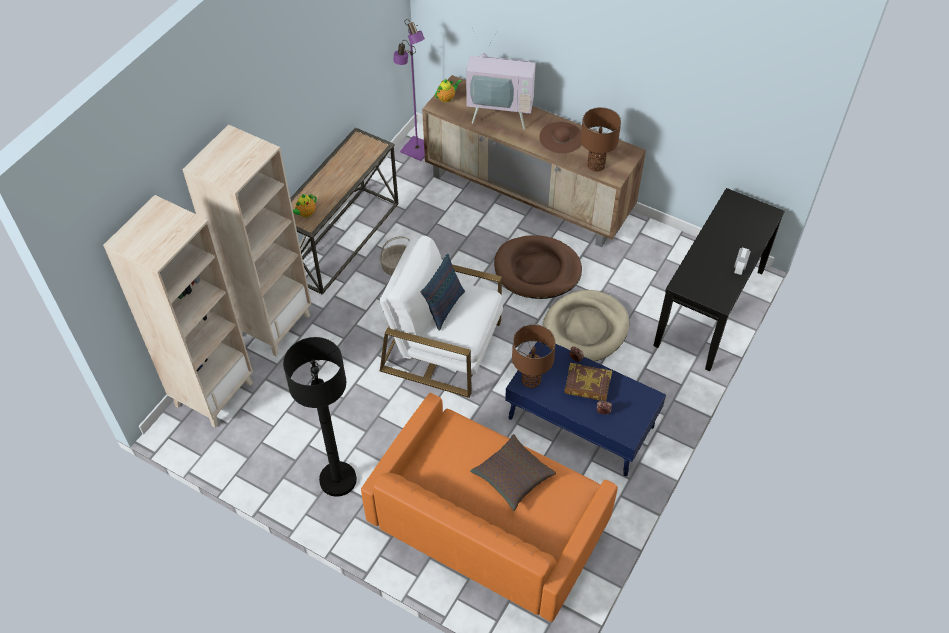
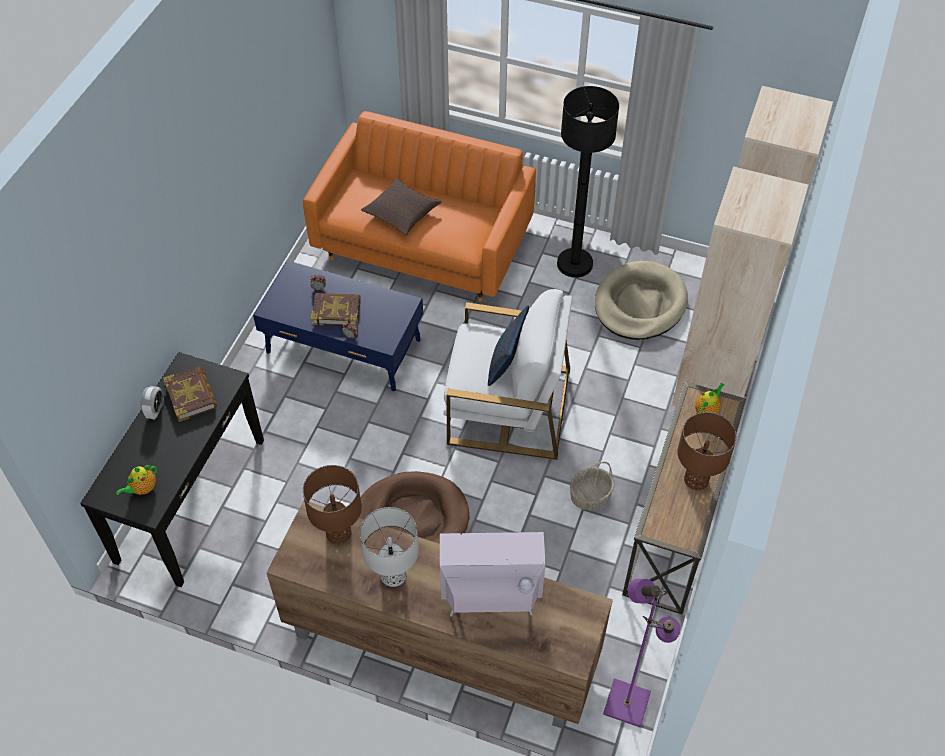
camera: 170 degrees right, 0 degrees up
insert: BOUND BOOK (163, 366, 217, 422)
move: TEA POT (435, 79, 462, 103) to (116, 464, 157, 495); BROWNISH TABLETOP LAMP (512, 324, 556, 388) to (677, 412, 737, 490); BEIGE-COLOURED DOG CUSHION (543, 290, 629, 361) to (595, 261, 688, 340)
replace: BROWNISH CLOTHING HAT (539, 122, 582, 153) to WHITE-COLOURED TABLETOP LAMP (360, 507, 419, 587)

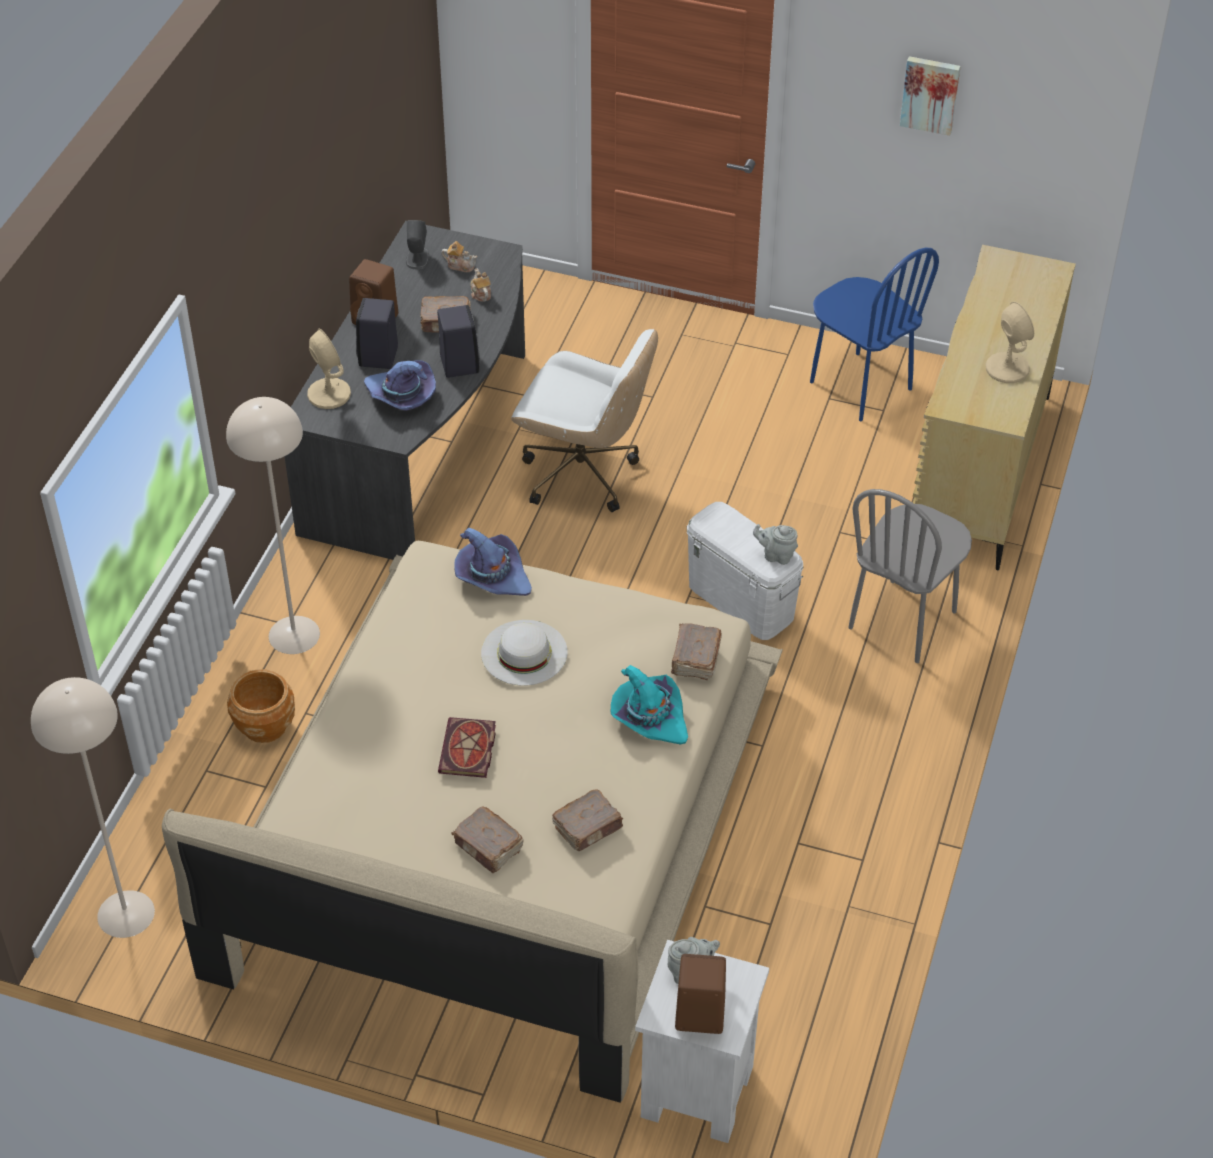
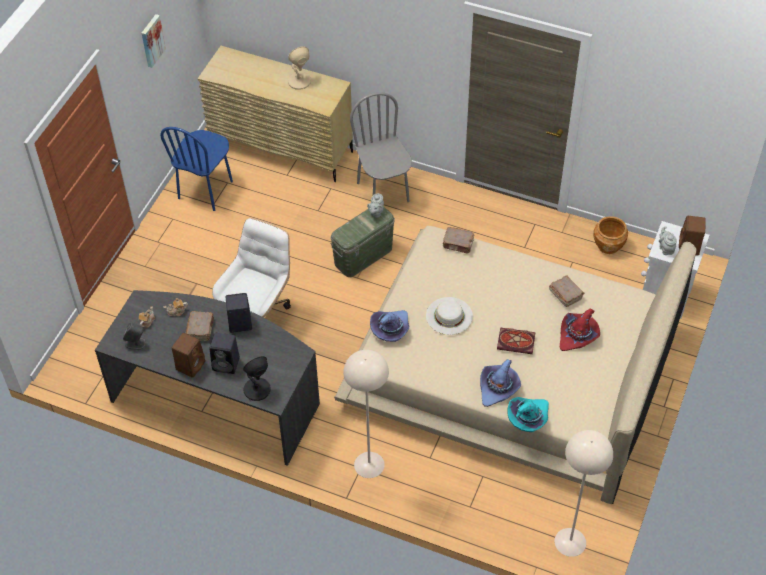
camera: 85 degrees left, 5 degrees up
move: BROWNISH FLOWER POT (227, 669, 295, 743) to (593, 216, 628, 254); PURPLISH CLOTHING HAT (364, 360, 436, 411) to (480, 359, 521, 407); TURQUOISE-COLOURED CLOTHING HAT (611, 665, 688, 745) to (507, 397, 549, 432)
replace: BROWNISH BOUND BOOK (452, 806, 523, 873) to REDDISH CLOTHING HAT (560, 308, 600, 351)
recolor: BEIGE-COLOURED TABLETOP LAMP (307, 329, 351, 409) to BLACK-COLOURED TABLETOP LAMP (243, 356, 271, 401); WHITE-COLOURED STORAGE BOX (687, 502, 803, 640) to GREEN-COLOURED STORAGE BOX (330, 207, 395, 277)
rotate: BLUE-COLOURED UPRIGHT CHAIR (810, 247, 939, 421) = (160, 127, 233, 211) 150 degrees clockwise; GREYISH UPRIGHT CHAIR (848, 489, 972, 663) = (350, 92, 412, 202) 150 degrees counterclockwise

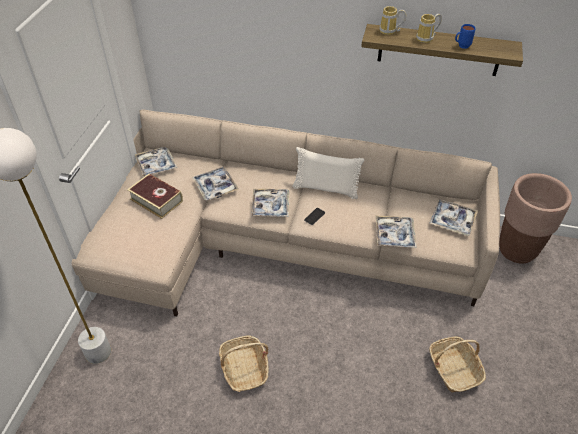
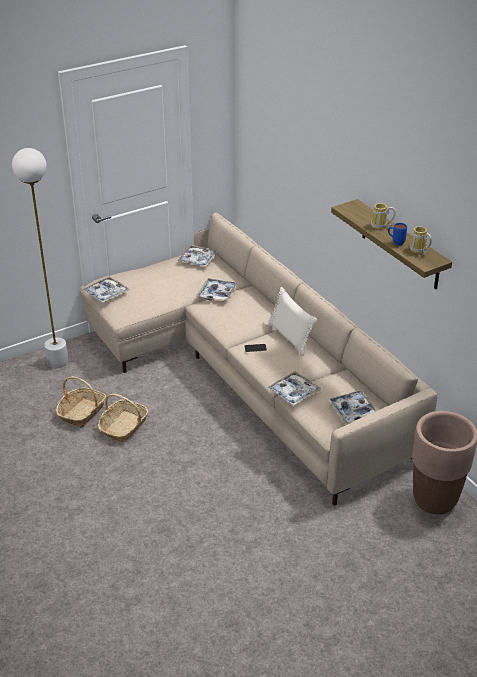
camera: 45 degrees right, 10 degrees down
delete: BOUND BOOK (127, 174, 183, 219)
move: SERVING TRAY (251, 189, 289, 217) to (83, 276, 129, 303); MUG (379, 6, 406, 35) to (410, 226, 432, 253); HOUSEHOLD BASKET (429, 336, 486, 392) to (56, 376, 106, 427)

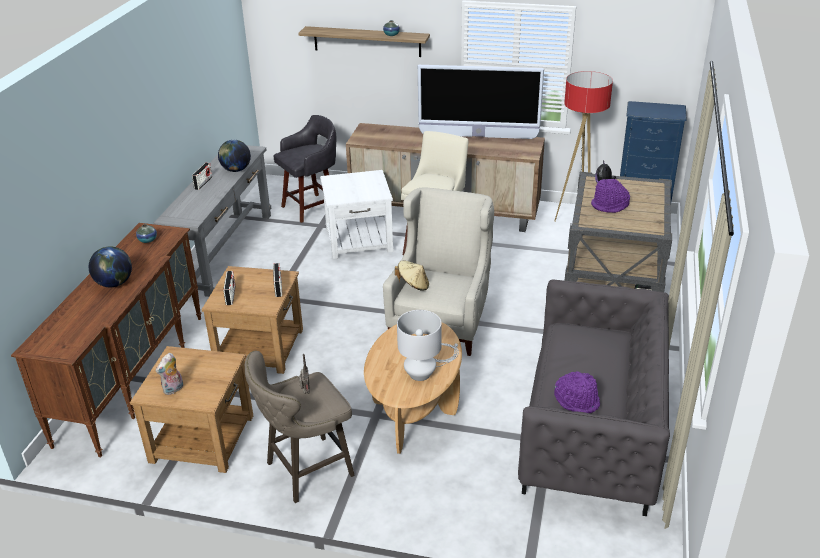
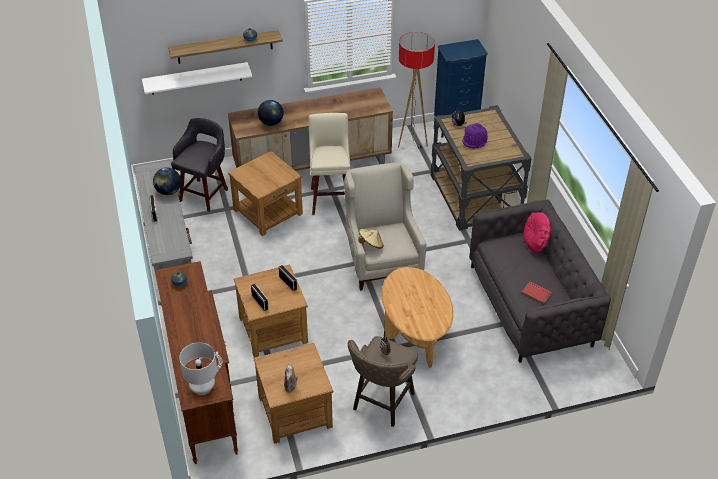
camera: 30 degrees left, 10 degrees up
delete: TV SET (418, 65, 544, 139)
insert: WHITE-COLOURED WALL SHELF (142, 62, 252, 95); PINK-COLOURED CUSHION (523, 212, 551, 253)
move: WORLD GLOBE (89, 246, 132, 287) to (258, 100, 284, 126); GREYISH TABLETOP LAMP (397, 310, 459, 381) to (179, 342, 222, 395)
replace: PURPLISH CLOTHING HAT (554, 371, 600, 413) to REDDISH BOUND BOOK (521, 282, 552, 304)
recolor: WHITE-COLOURED SIDE TABLE (320, 170, 393, 259) to BROWNISH SIDE TABLE (228, 151, 303, 236)

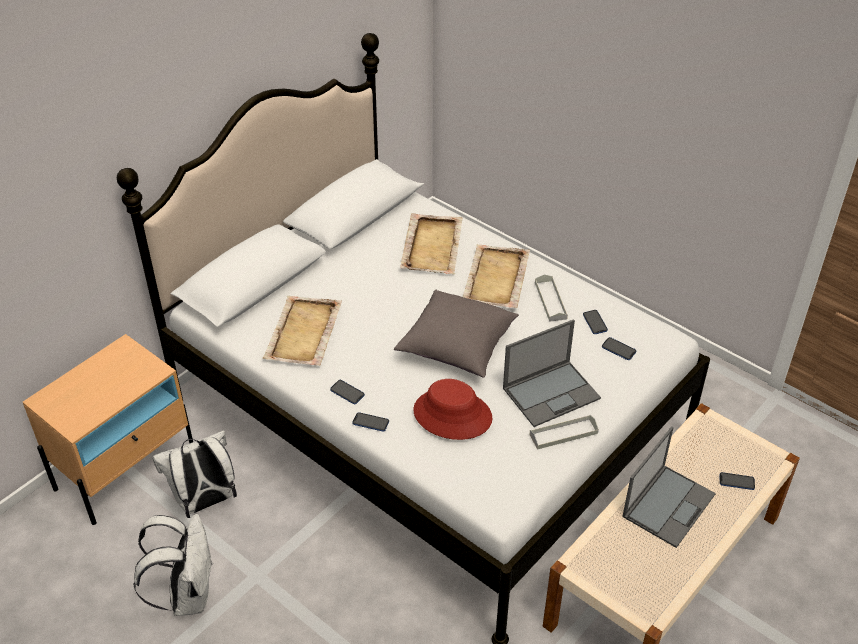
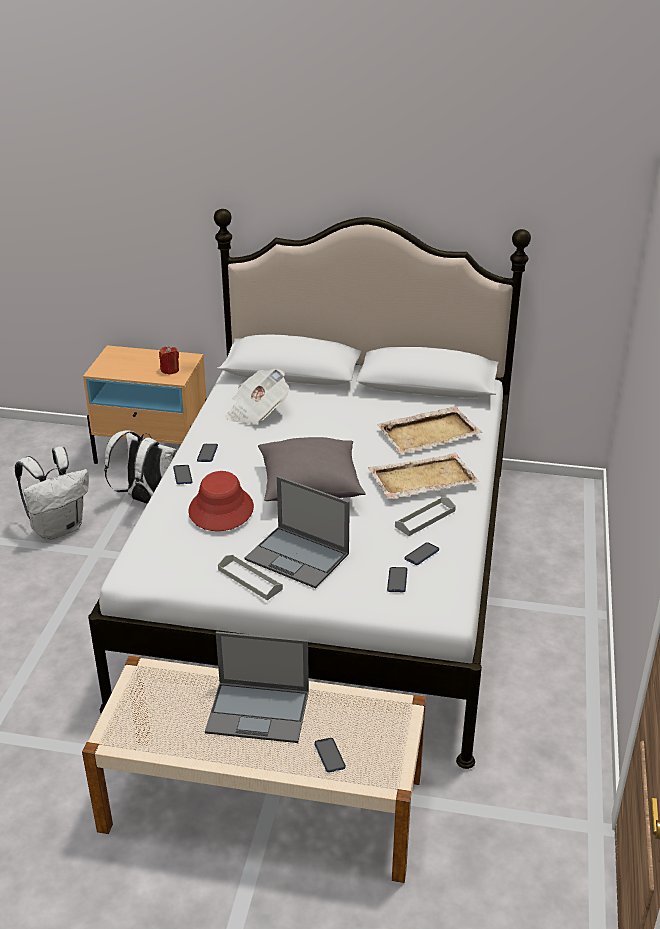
camera: 60 degrees right, 10 degrees down
insert: REDDISH WAX CANDLE (159, 346, 179, 375)
replace: BEIGE-COLOURED SERVING TRAY (263, 296, 342, 366) to DAILY PAPER (226, 369, 289, 425)

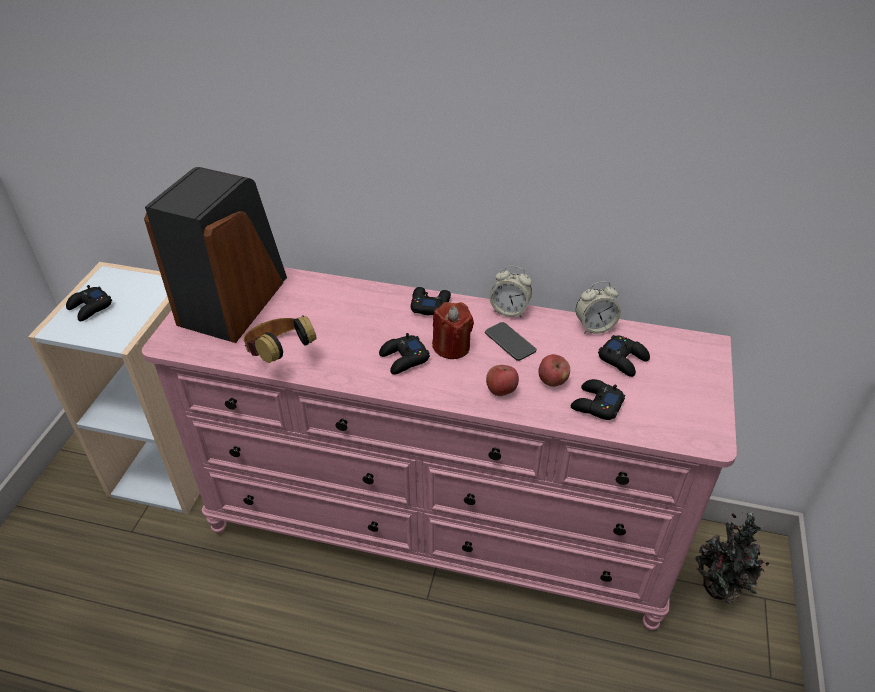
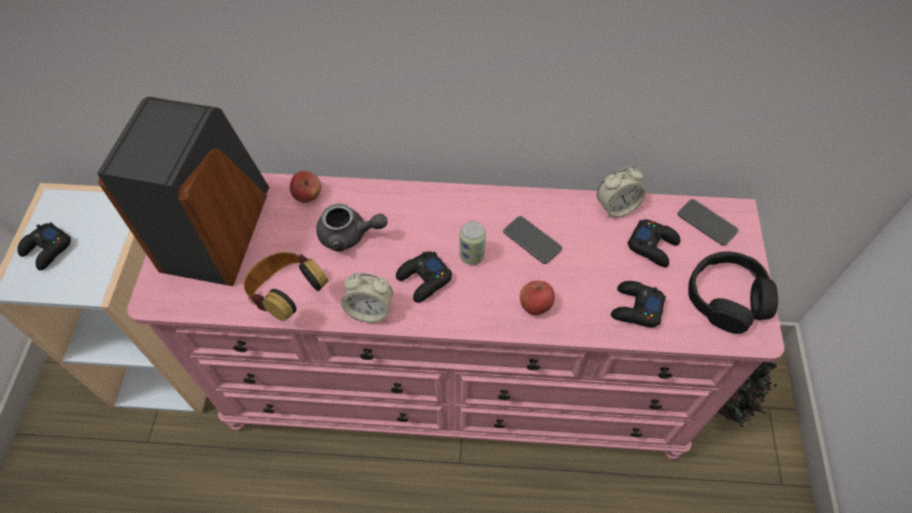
camera: 10 degrees left, 15 degrees up
delete: BLACK-COLOURED JOYPAD (411, 287, 451, 315)
insert: GREYISH TEA POT (316, 203, 388, 252); HANDSET (678, 199, 738, 246); BLACK-COLOURED HEADSET (688, 251, 778, 334)
move: BEDSIDE CLOCK (490, 266, 532, 318) to (341, 273, 393, 323); APPLE (539, 354, 570, 387) to (290, 171, 321, 203)
replace: REDDISH WAX CANDLE (432, 302, 474, 359) to METAL CAN (459, 221, 486, 265)

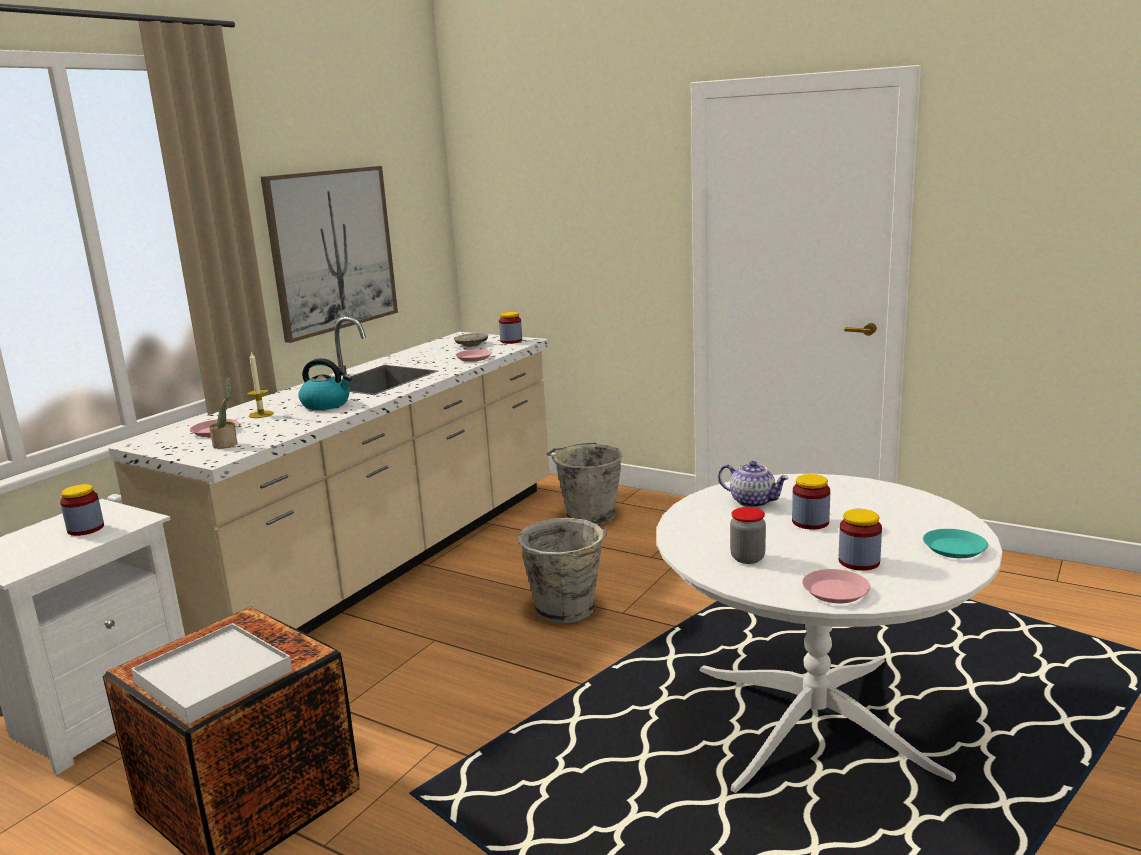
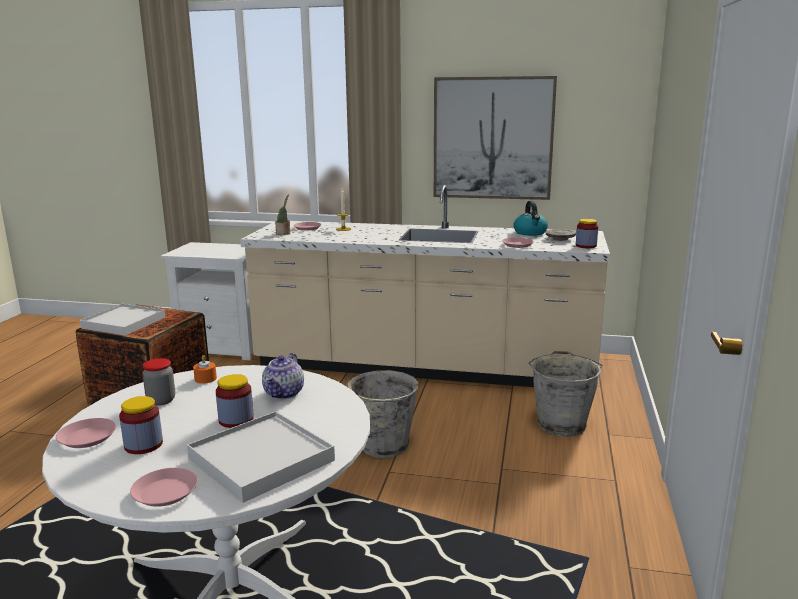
camera: 70 degrees right, 0 degrees up
delete: PRESERVE JAR (60, 484, 104, 536)
insert: WHITE-COLOURED SERVING TRAY (187, 411, 335, 503); ORANGE-COLOURED WAX CANDLE (193, 355, 217, 384)
move: KETTLE (298, 358, 352, 410) to (513, 201, 548, 236)
recolor: TURQUOISE-COLOURED FLAT DISH (923, 529, 988, 558) to PINK-COLOURED FLAT DISH (130, 468, 198, 507)

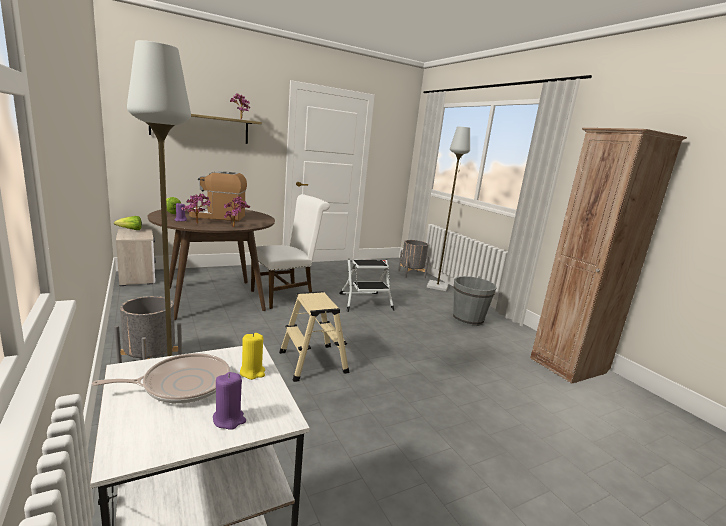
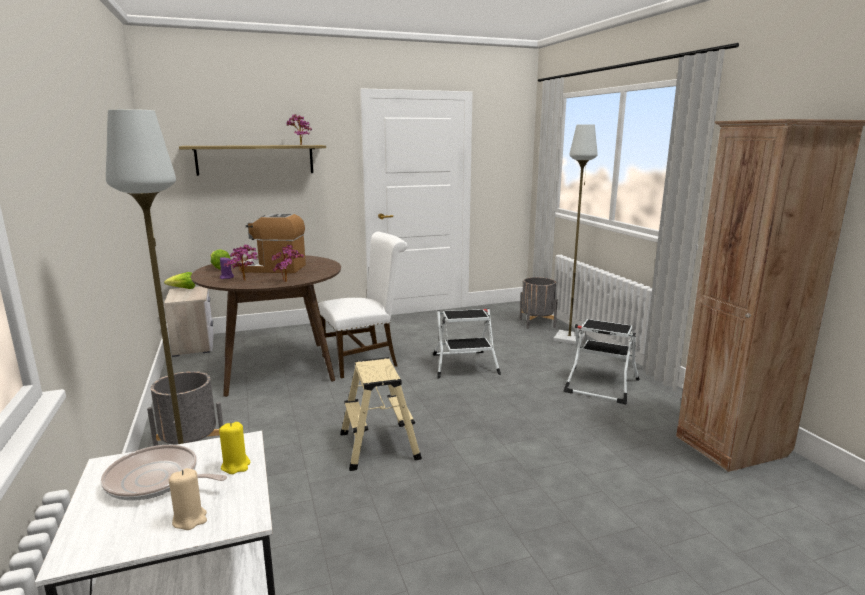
camera: 10 degrees right, 0 degrees up
replace: GREYISH WATER BUCKET (453, 276, 497, 326) to STEP STOOL (563, 319, 640, 404)
recolor: PURPLISH WAX CANDLE (213, 372, 246, 430) to BEIGE-COLOURED WAX CANDLE (169, 468, 207, 530)
rotate: PAN (92, 353, 230, 403) = (101, 445, 227, 501) 150 degrees counterclockwise

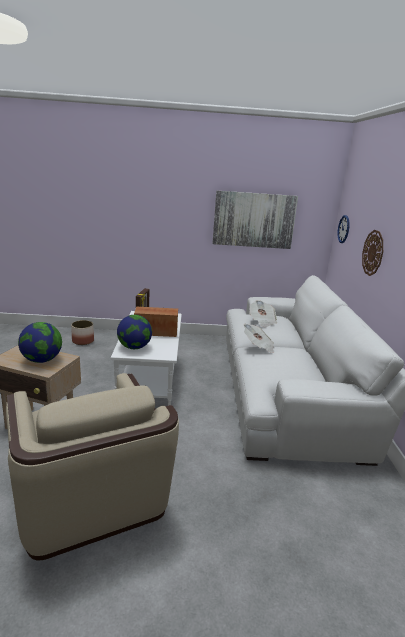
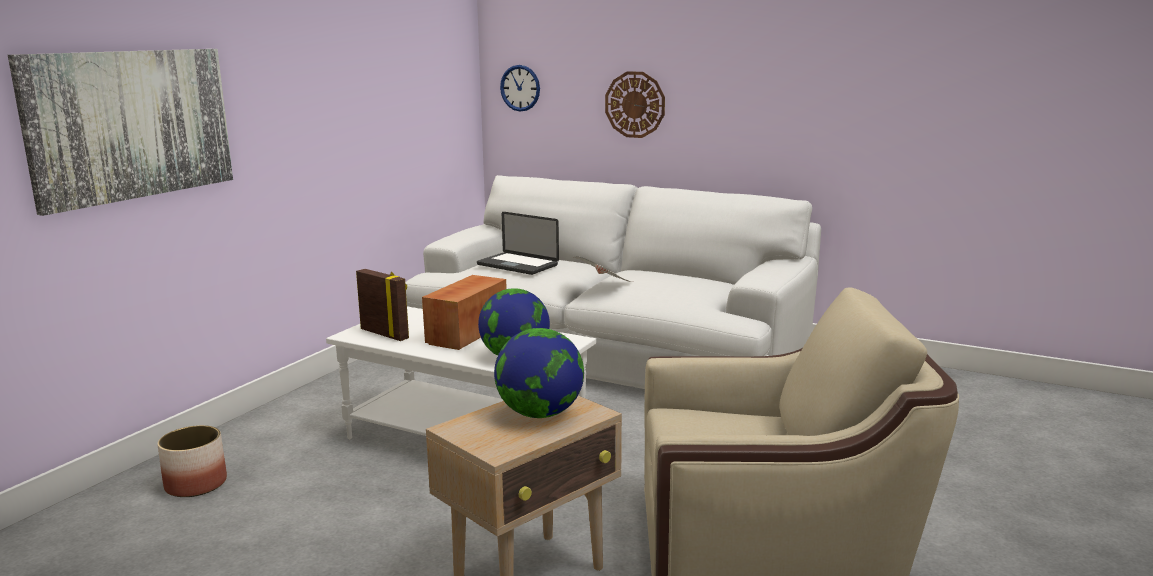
camera: 60 degrees left, 5 degrees down
move: WALL ART (212, 190, 298, 249) to (8, 49, 233, 216)
replace: DAILY PAPER (249, 300, 277, 327) to PORTABLE COMPUTER (477, 212, 559, 275)

